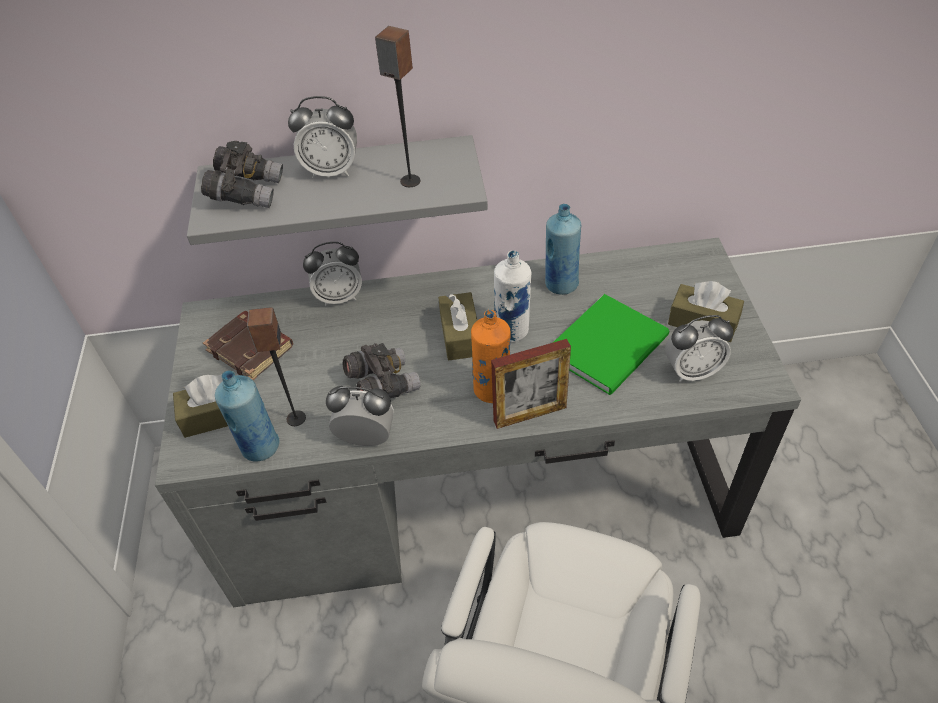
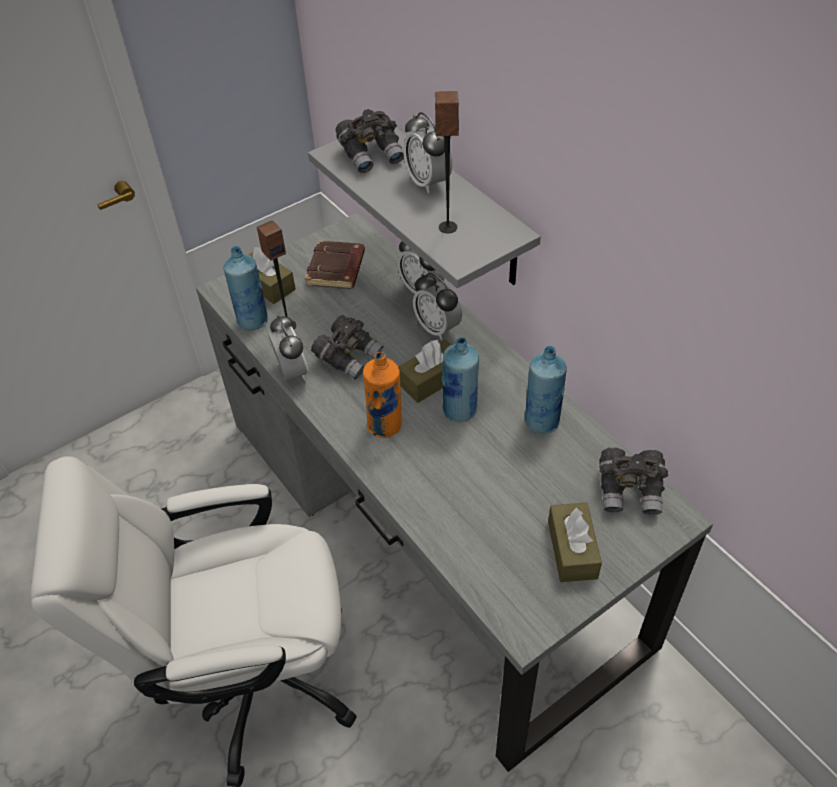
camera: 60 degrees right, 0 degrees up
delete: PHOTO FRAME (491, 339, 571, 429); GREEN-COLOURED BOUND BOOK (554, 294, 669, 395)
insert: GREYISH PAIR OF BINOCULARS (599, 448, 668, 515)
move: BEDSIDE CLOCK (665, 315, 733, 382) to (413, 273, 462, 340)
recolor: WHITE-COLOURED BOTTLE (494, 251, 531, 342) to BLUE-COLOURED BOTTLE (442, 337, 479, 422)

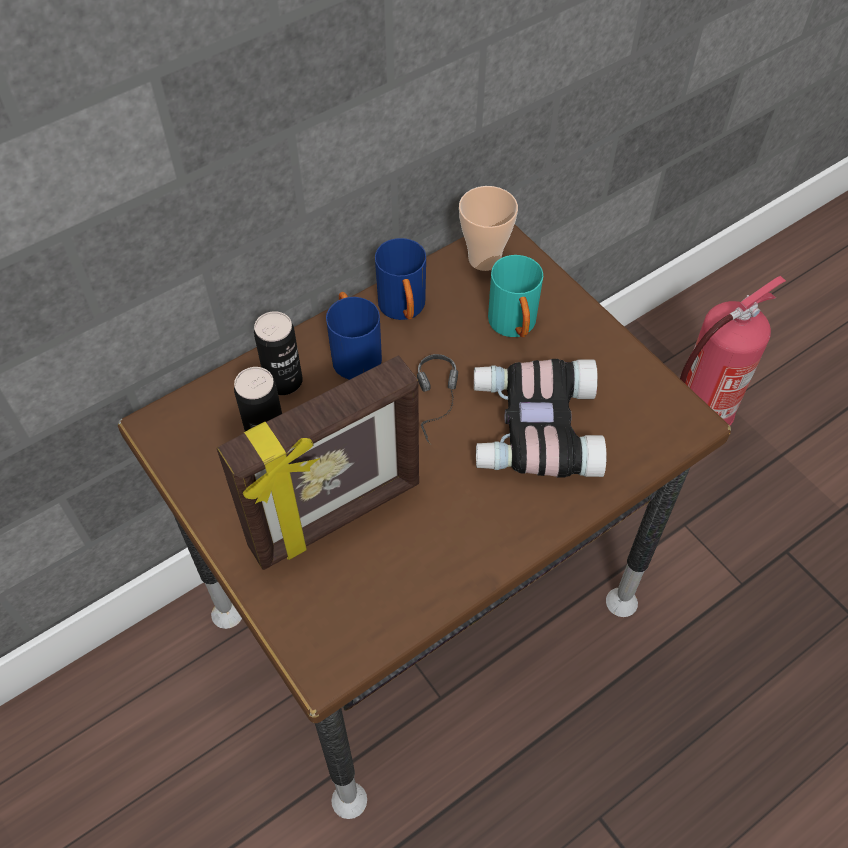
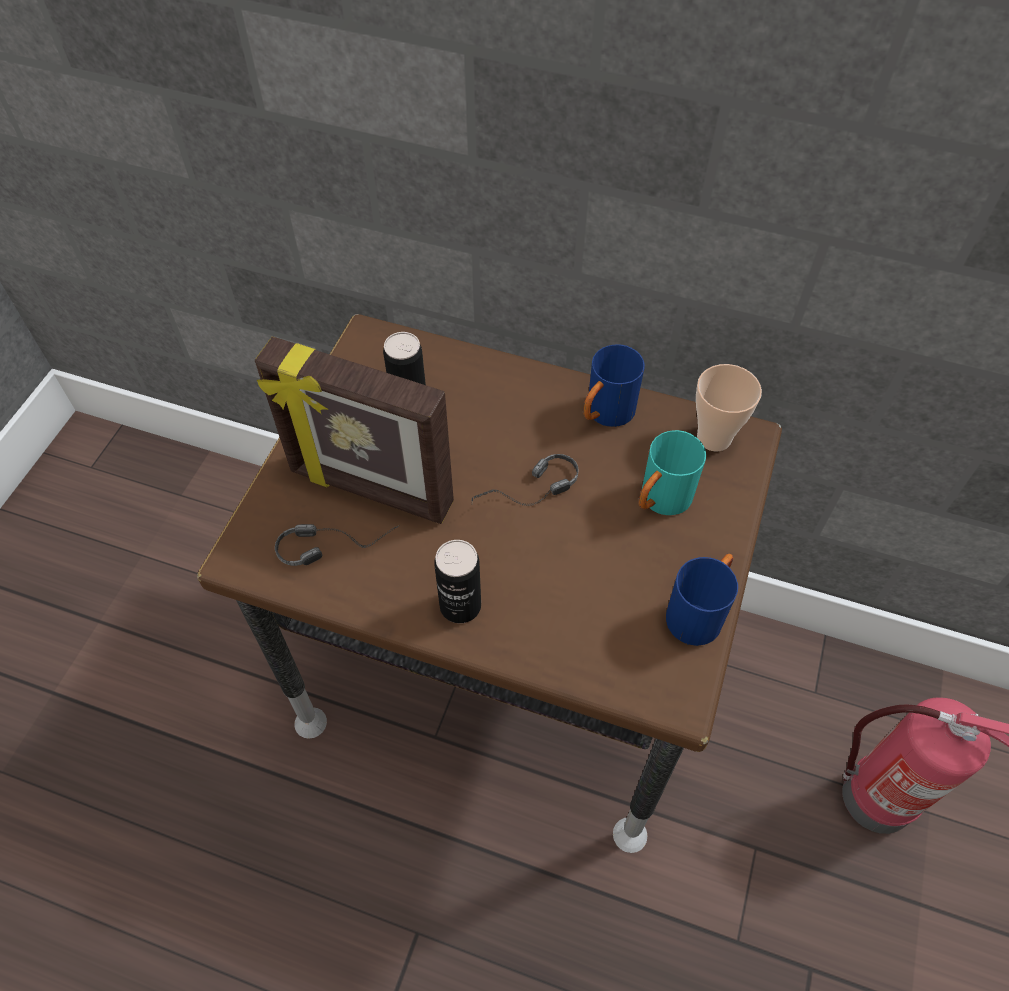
camera: 55 degrees right, 0 degrees up
delete: PAIR OF BINOCULARS (474, 359, 607, 477)
insert: HEADSET (275, 524, 400, 566)
move: METAL CAN (254, 311, 303, 395) to (434, 540, 481, 623); BLUE-COLOURED MUG (326, 292, 382, 380) to (666, 554, 738, 646)

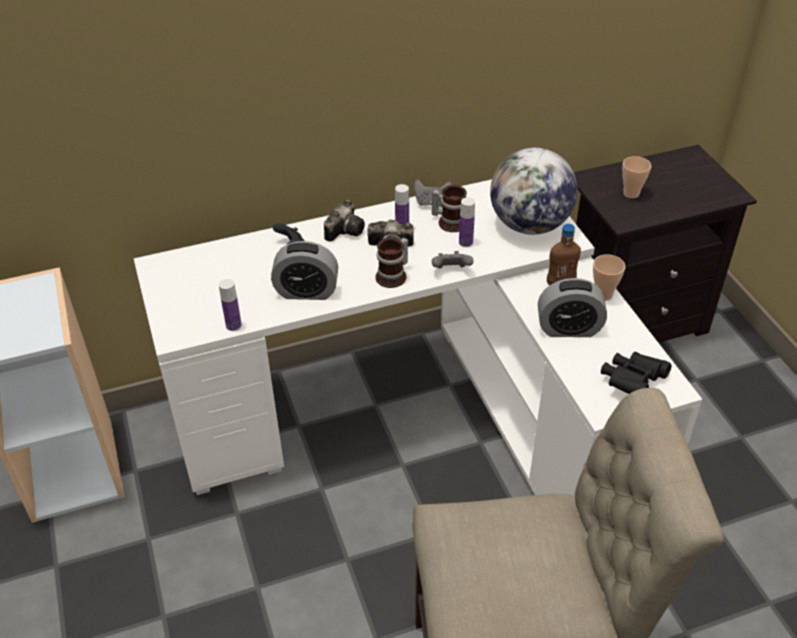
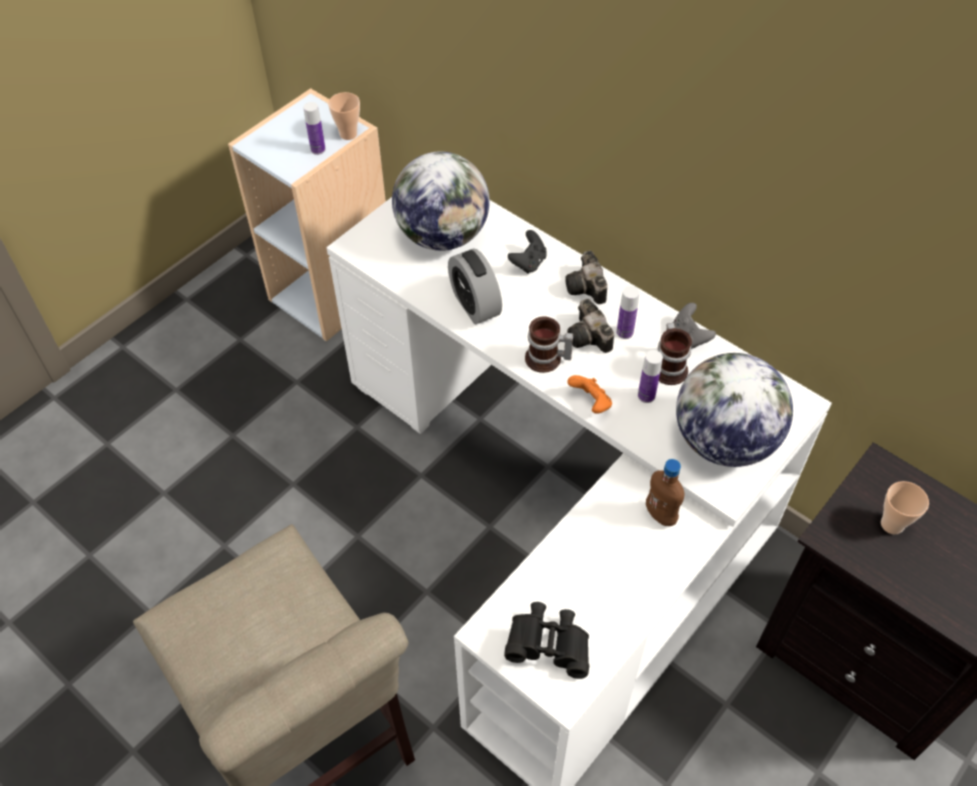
camera: 60 degrees right, 10 degrees up
delete: BEDSIDE CLOCK (538, 278, 607, 337)
insert: WORLD GLOBE (392, 151, 490, 251)
move: BOTTLE (219, 279, 242, 331) to (303, 102, 326, 155); SMALL CUP (593, 254, 626, 301) to (328, 92, 360, 140)
recolor: GREYISH JOYPAD (432, 251, 474, 268) to ORANGE-COLOURED JOYPAD (567, 375, 612, 414)
rotate: STILL CAMERA (324, 199, 365, 242) = (565, 250, 607, 304) 75 degrees clockwise

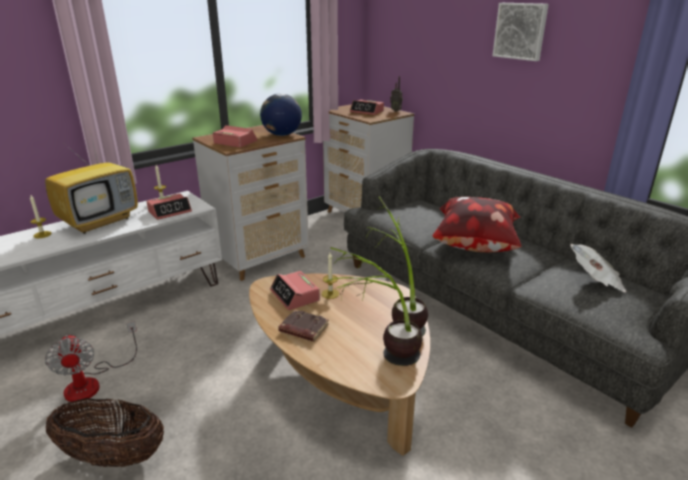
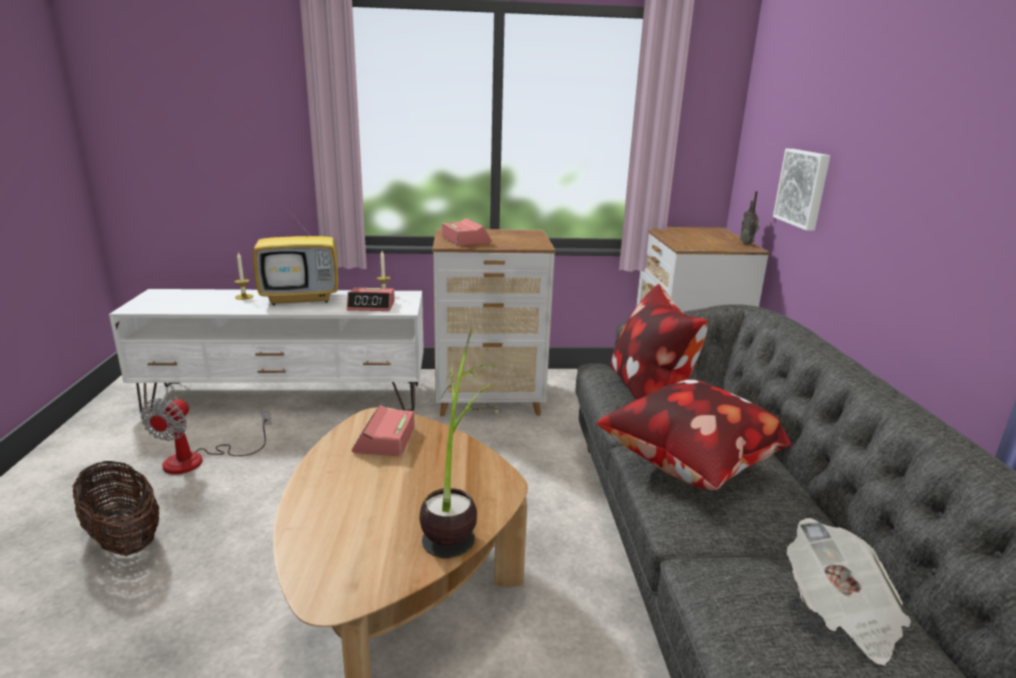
camera: 35 degrees right, 5 degrees down
delete: WORLD GLOBE (260, 93, 302, 136); BROWNISH BOUND BOOK (278, 310, 329, 342); WAX CANDLE (322, 253, 339, 299); PLANT IN A POT (325, 247, 422, 366); BEDSIDE CLOCK (350, 100, 384, 115)
insert: CUSHION (610, 284, 708, 400)
move: WALL ART (492, 3, 549, 61) to (773, 149, 830, 231)

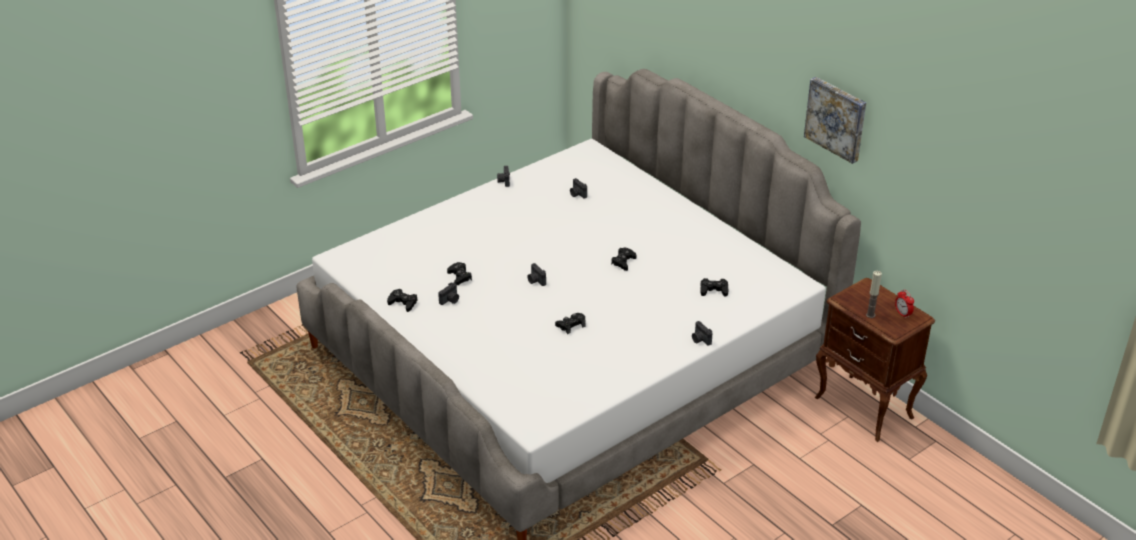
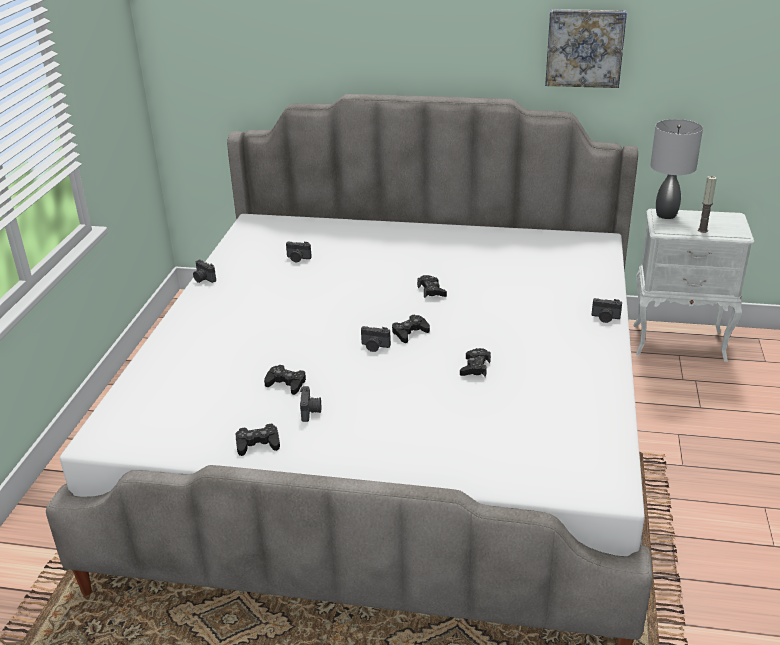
camera: 40 degrees left, 5 degrees down
delete: BEDSIDE CLOCK (895, 290, 914, 319)
insert: GREYISH TABLETOP LAMP (650, 119, 703, 219)
move: BLACK-COLOURED JOYPAD (700, 278, 728, 297) to (392, 315, 430, 343)
recolor: BROWNISH NIGHTSTAND (815, 278, 935, 442) to WHITE-COLOURED NIGHTSTAND (633, 209, 754, 362)

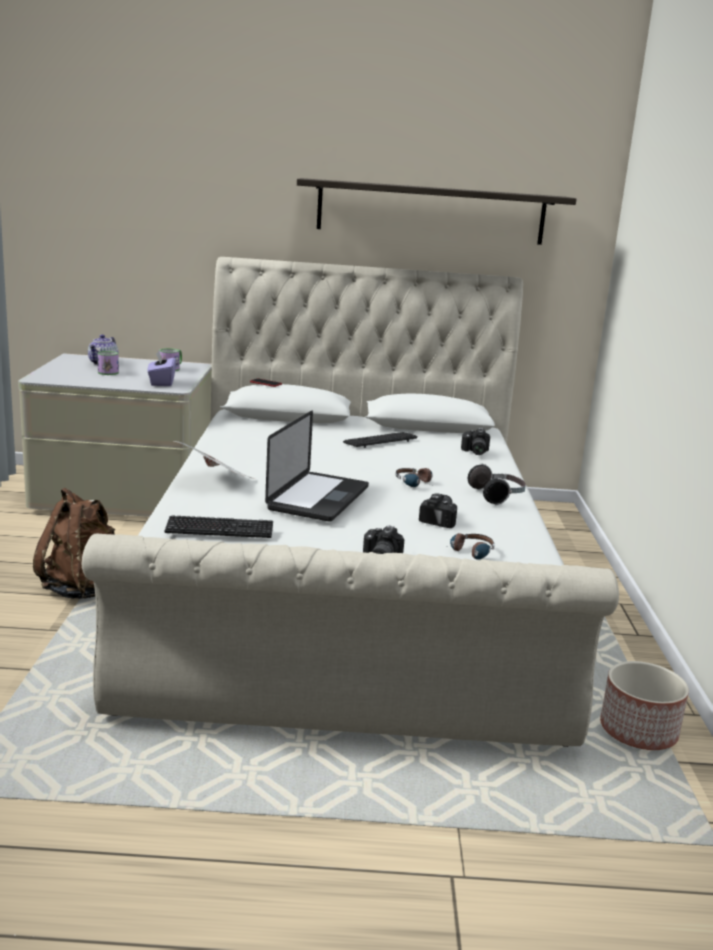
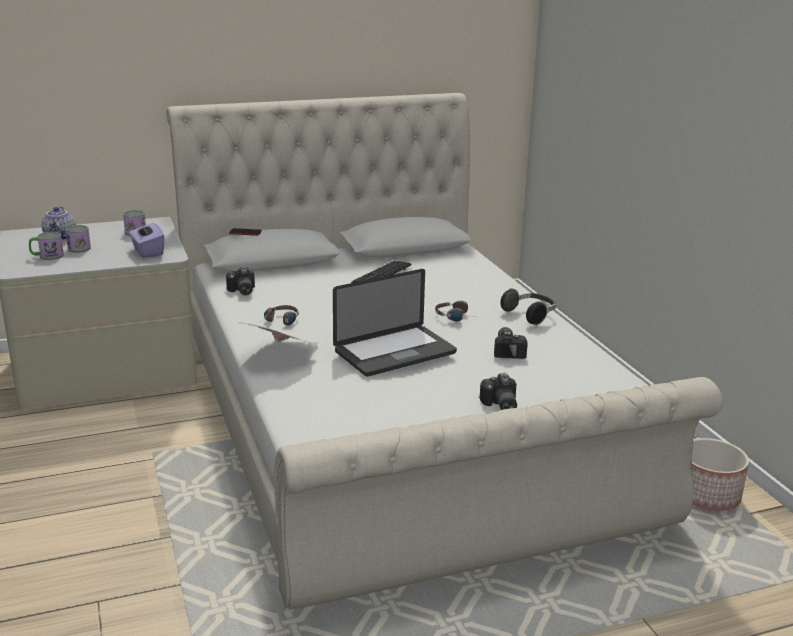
camera: 20 degrees left, 5 degrees up
delete: BROWNISH KNAPSACK (33, 487, 115, 599); KEYBOARD (165, 515, 273, 538); WALL SHELF (297, 178, 577, 245)
insert: MUG (29, 232, 64, 260)
move: HEADSET (447, 533, 495, 560) to (264, 305, 299, 325); STILL CAMERA (461, 428, 490, 455) to (226, 266, 255, 295)
rotate: PORTABLE COMPUTER (265, 411, 369, 522) = (333, 269, 457, 377) 60 degrees clockwise

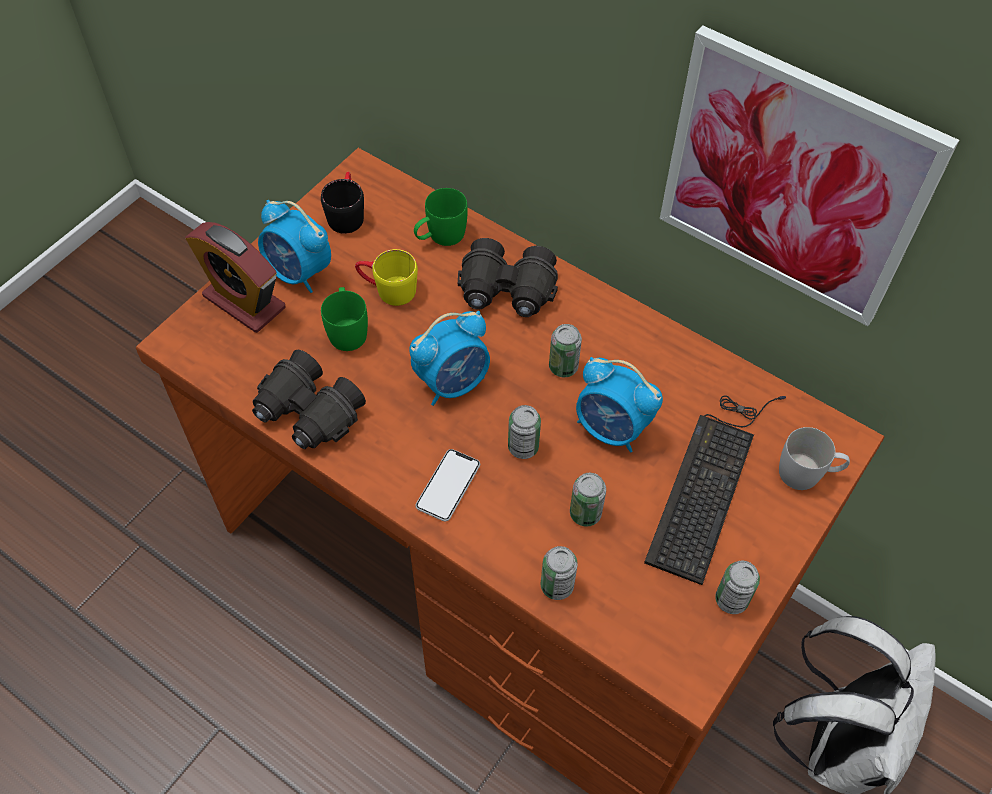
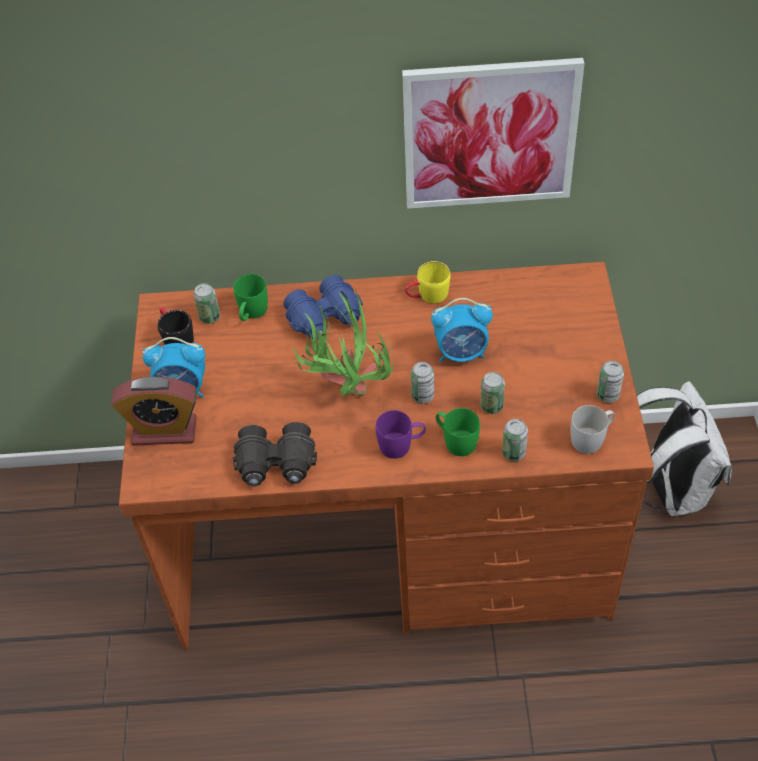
camera: 35 degrees left, 5 degrees down
delete: KEYBOARD (644, 395, 786, 585)
move: GREEN-COLOURED MUG (321, 287, 368, 351) to (436, 408, 480, 456); YELLOW-COLOURED MUG (355, 249, 418, 306) to (405, 261, 451, 304); METAL CAN (549, 324, 582, 377) to (194, 283, 220, 324); WHITE-COLOURED MUG (779, 427, 850, 490) to (571, 405, 615, 454)
replace: BEDSIDE CLOCK (409, 311, 490, 406) to PLANT IN A POT (292, 288, 393, 396); HANDSET (415, 449, 480, 521) to PURPLISH MUG (376, 410, 426, 459)
recolor: BLACK-COLOURED PAIR OF BINOCULARS (458, 238, 558, 317) to BLUE-COLOURED PAIR OF BINOCULARS (284, 275, 363, 339)

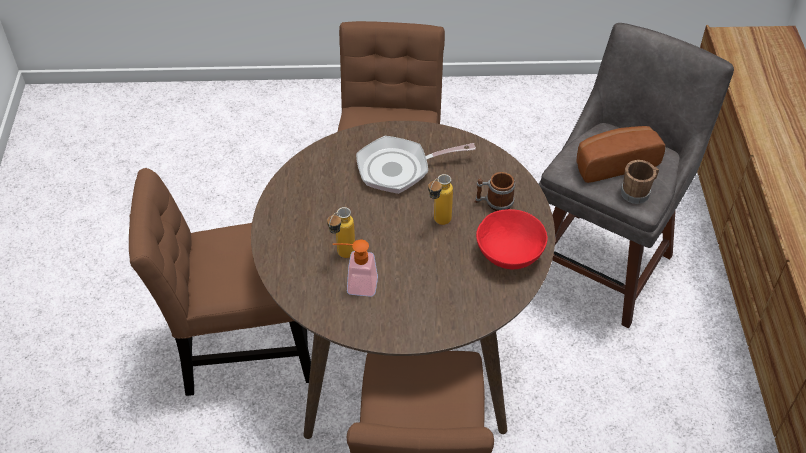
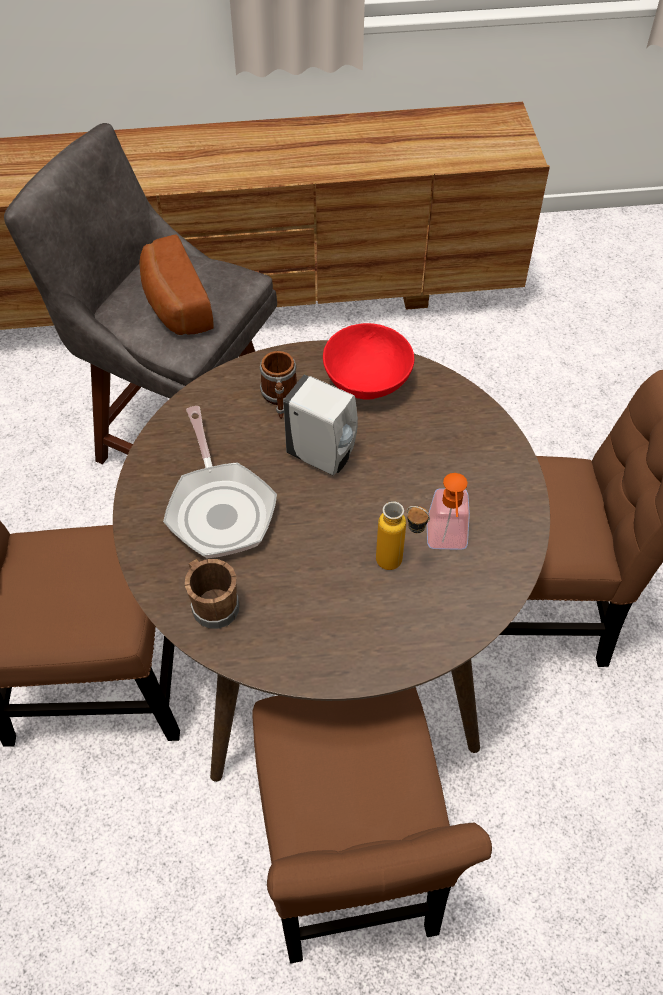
camera: 95 degrees left, 5 degrees up
move: BROWNISH MUG (621, 160, 659, 204) to (185, 559, 239, 629)
replace: BOTTLE (428, 174, 453, 225) to WHITE-COLOURED SOAP DISPENSER (283, 374, 358, 476)

